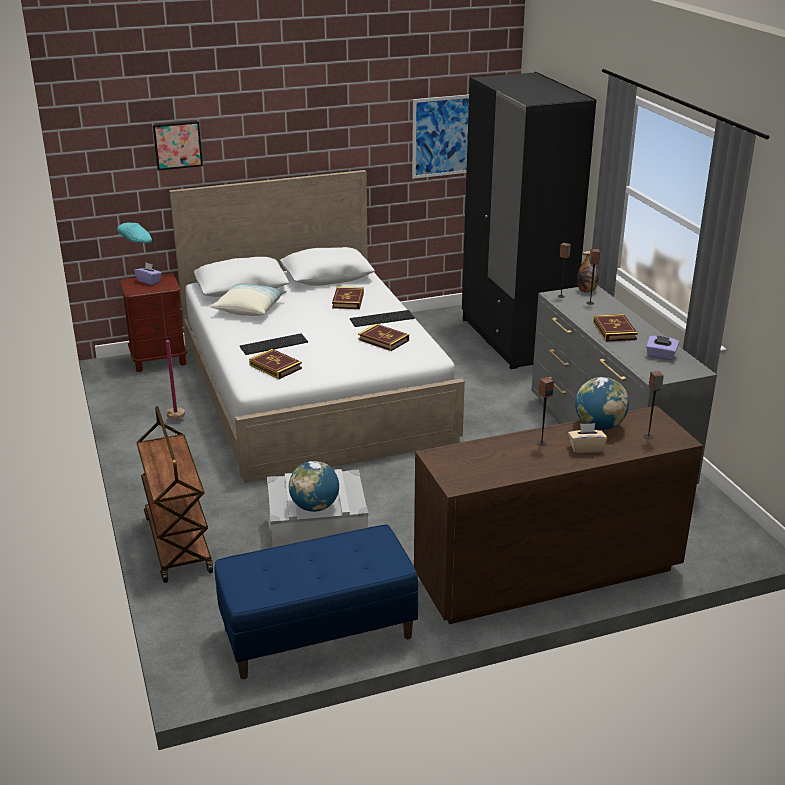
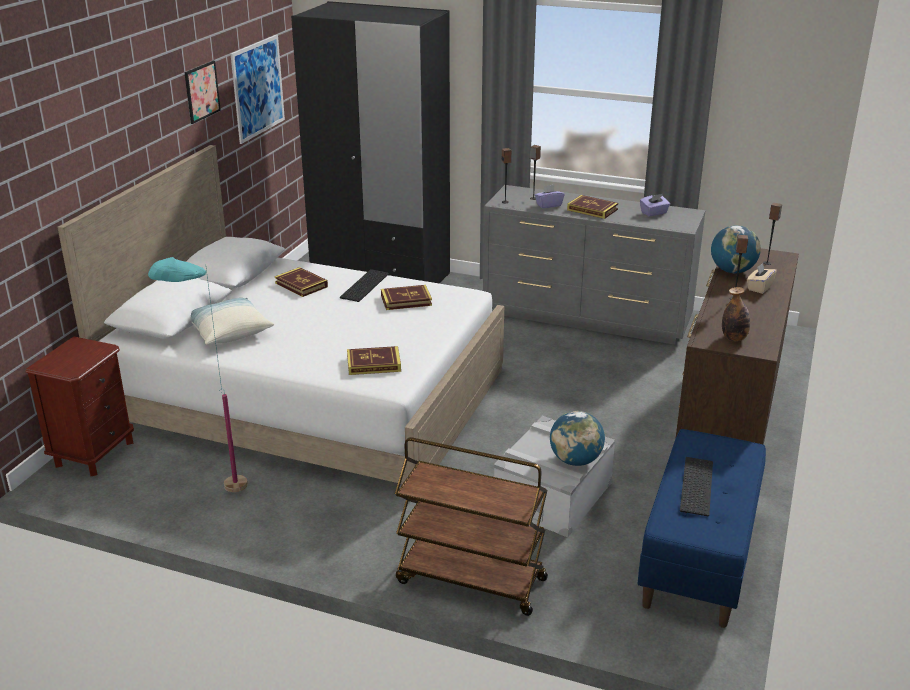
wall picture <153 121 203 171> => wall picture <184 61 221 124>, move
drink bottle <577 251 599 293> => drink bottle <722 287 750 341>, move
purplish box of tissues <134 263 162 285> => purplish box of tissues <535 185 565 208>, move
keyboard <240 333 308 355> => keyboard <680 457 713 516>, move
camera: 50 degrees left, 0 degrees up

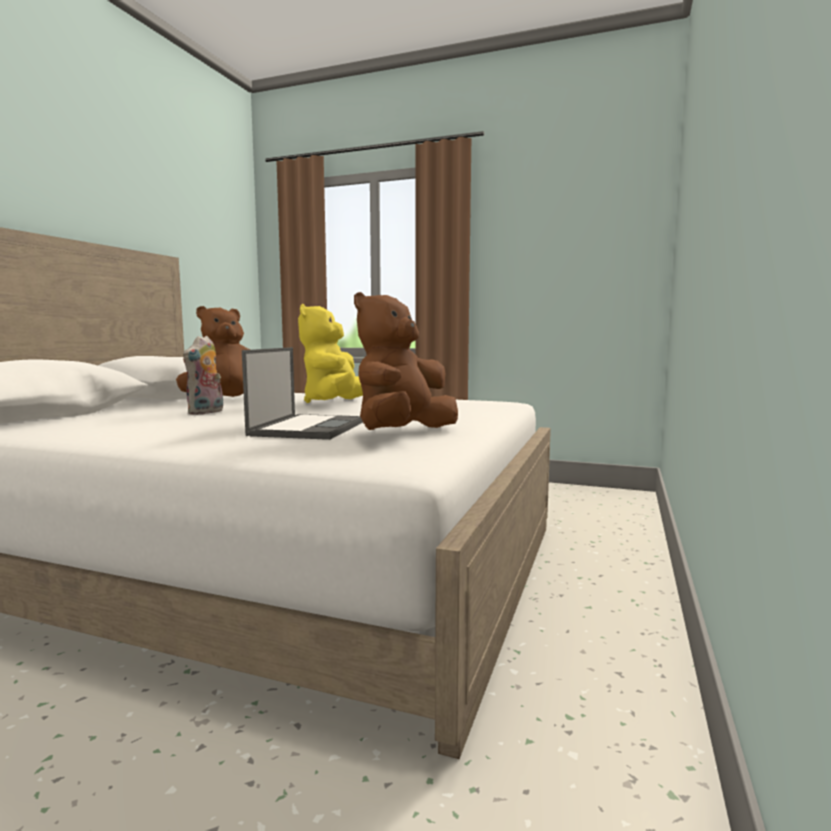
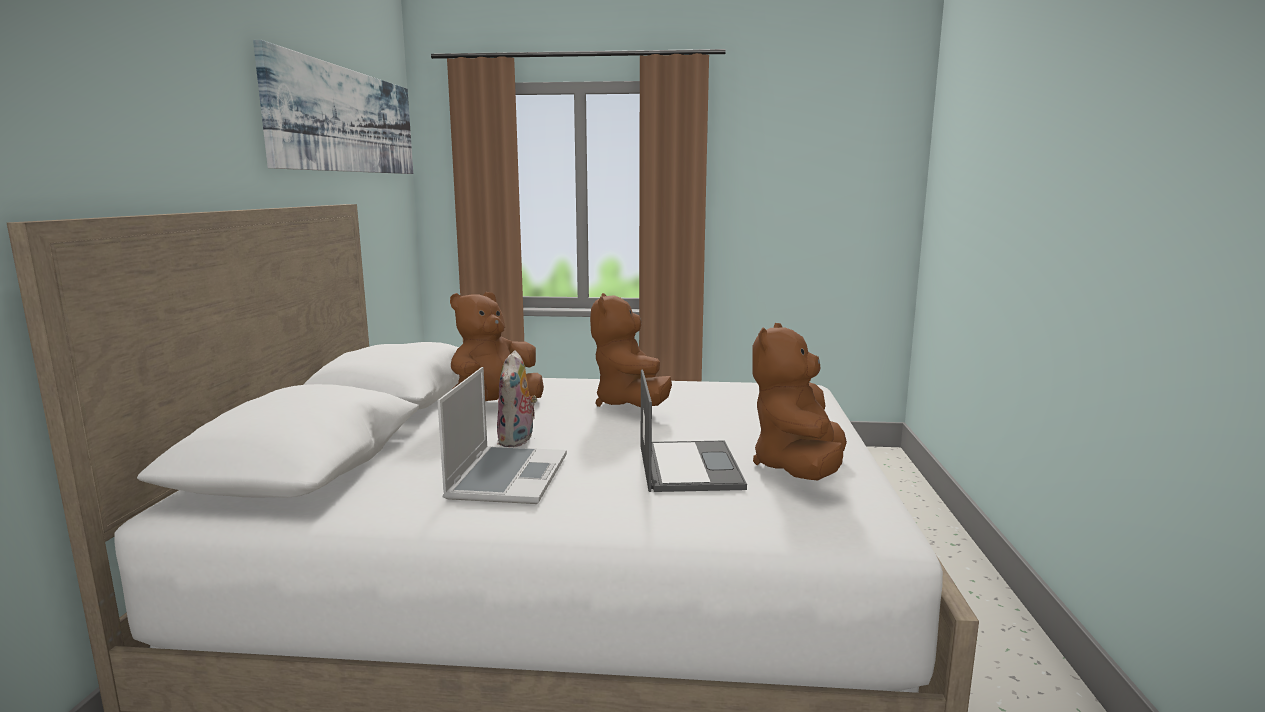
yellow plush toy <298 304 363 403> => brown plush toy <590 293 672 407>
nothing => wall picture <253 40 413 174>
nothing => notebook computer <437 367 567 504>
camera: 15 degrees left, 5 degrees up

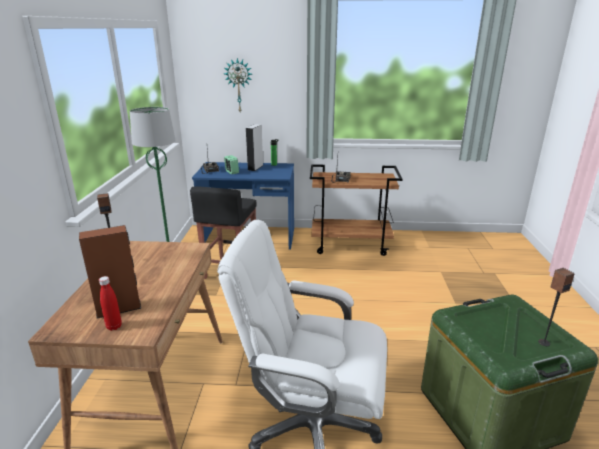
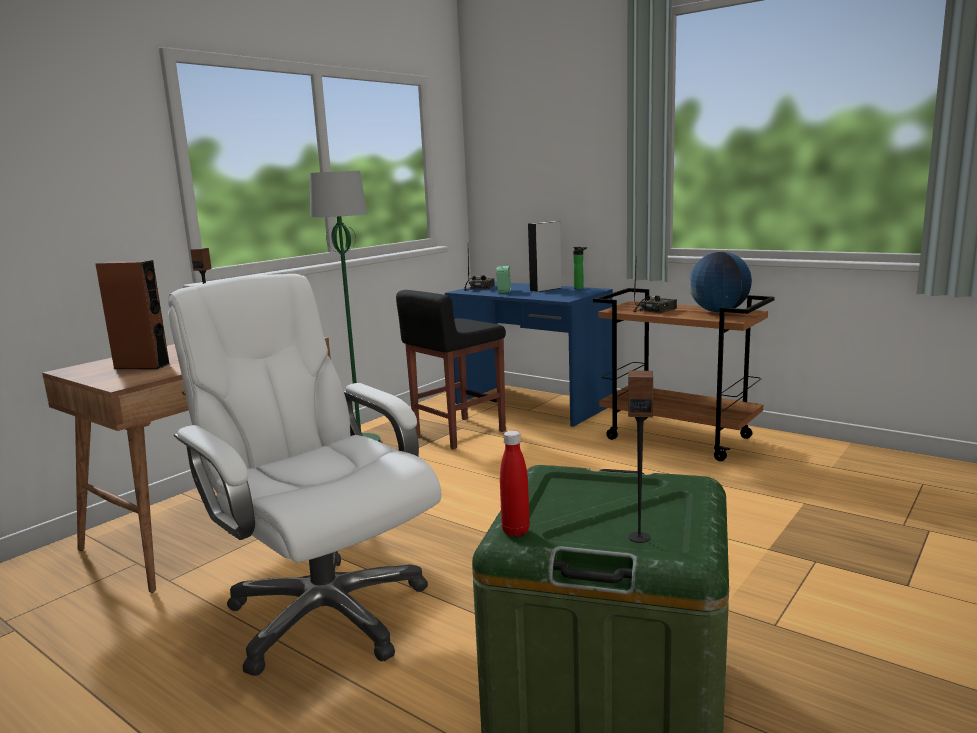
clock on the wall <224 58 252 112> => nothing
red drink bottle <99 276 122 331> => red drink bottle <500 431 530 537>, move
nothing => world globe <689 252 752 312>
camera: 35 degrees right, 10 degrees down

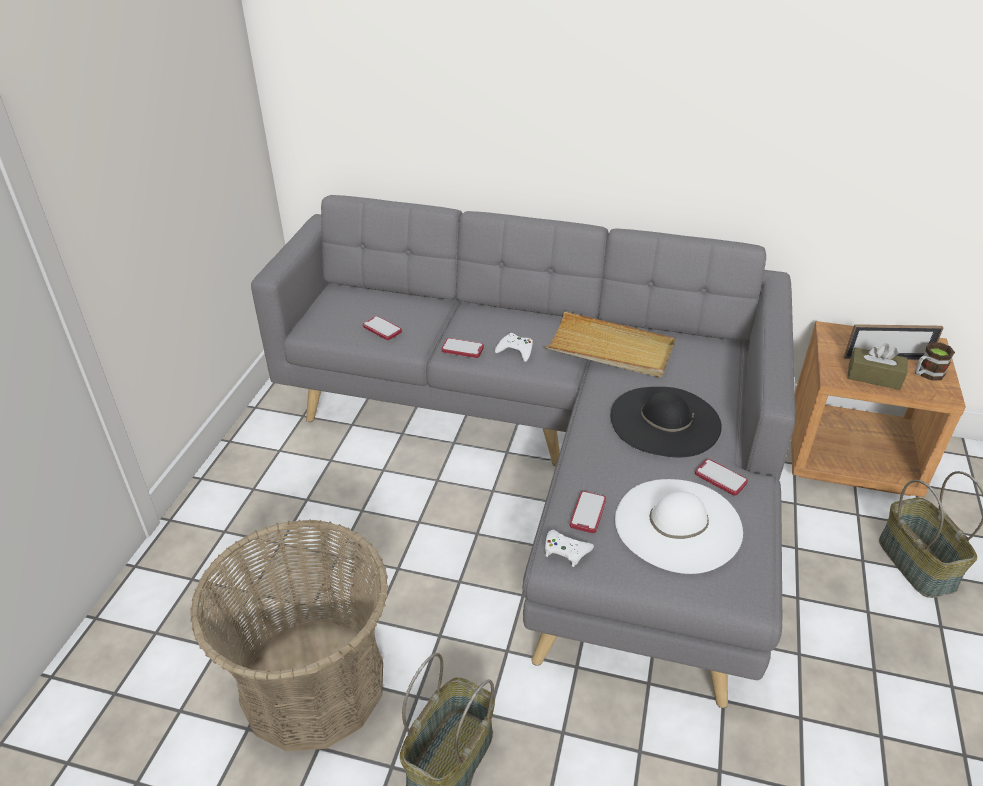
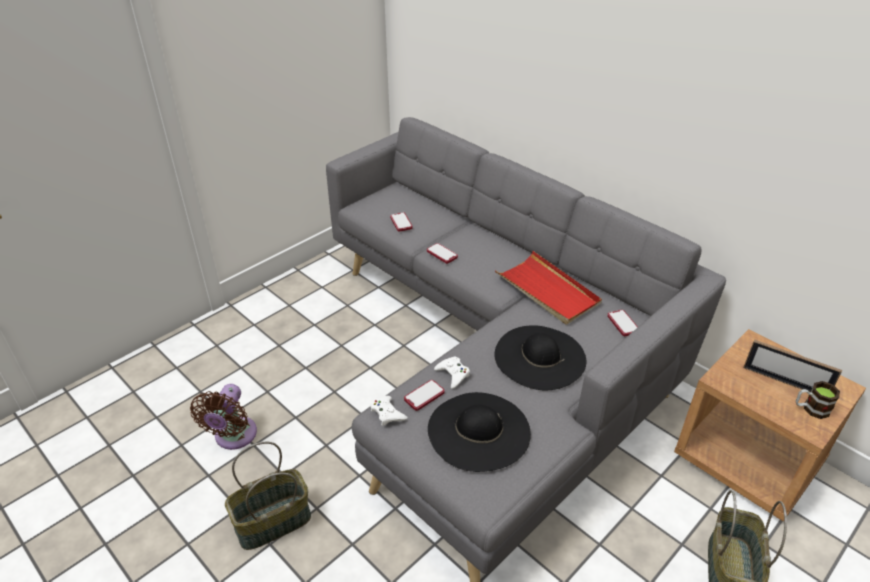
sand-coloured serving tray <545 311 675 378> => red serving tray <495 251 602 325>
white gamepad <495 333 533 362> => white gamepad <434 357 470 389>, move
brown box of tissues <847 343 908 390> => nothing
phone <695 459 748 495> => phone <607 310 638 336>, move
white hat <615 479 743 574> => black-coloured hat <428 392 531 472>
household basket <190 520 389 751> => brown fan <190 384 257 450>
camera: 30 degrees right, 0 degrees up

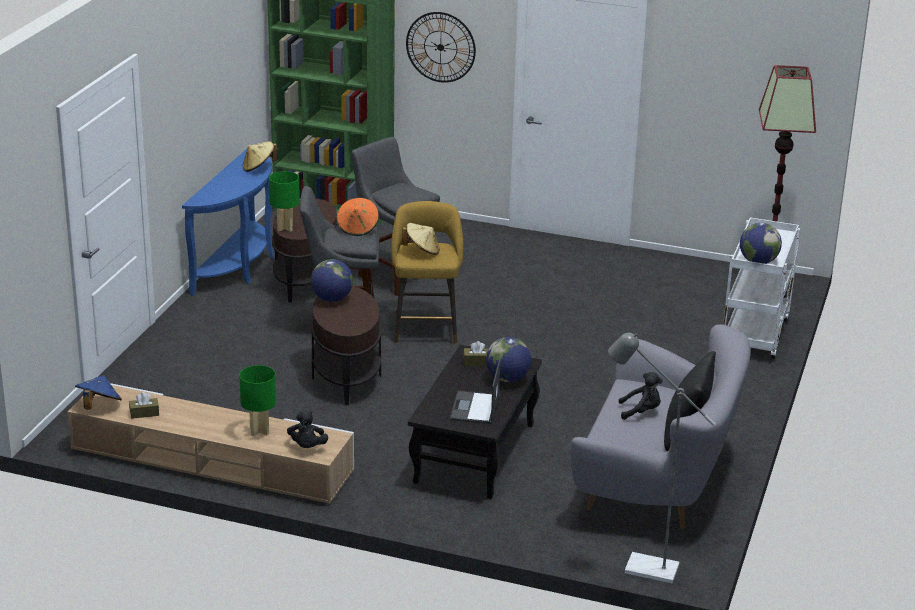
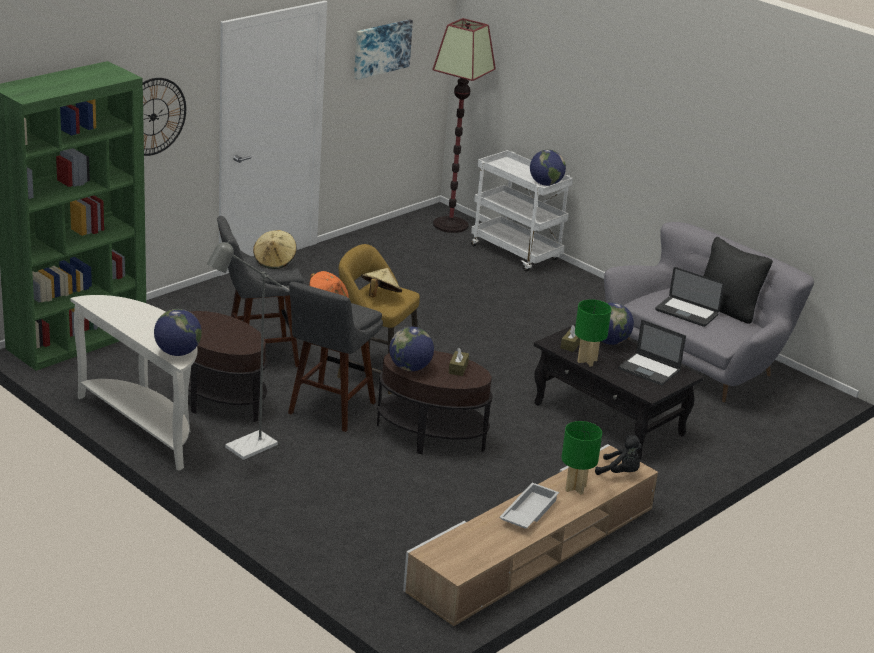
sand-coloured hat <243 141 278 172> => sand-coloured hat <253 230 296 269>, move
blue-coloured console table <182 149 274 296> => white console table <71 295 197 471>
green lamp for a table <269 171 300 232> => green lamp for a table <575 299 611 366>, move
grey standing lamp <608 333 715 583> => grey standing lamp <207 240 290 460>, move
black-coloured plush toy <619 372 663 420> => notebook computer <655 267 724 327>
blue-coloured hat <75 375 122 410> => nothing
brown box of tissues <129 392 159 419> => brown box of tissues <449 348 469 376>, move
nothing => wall picture <354 19 413 80>
nothing => world globe <154 309 202 356>
nothing => white serving tray <499 483 559 529>
camera: 65 degrees left, 0 degrees up

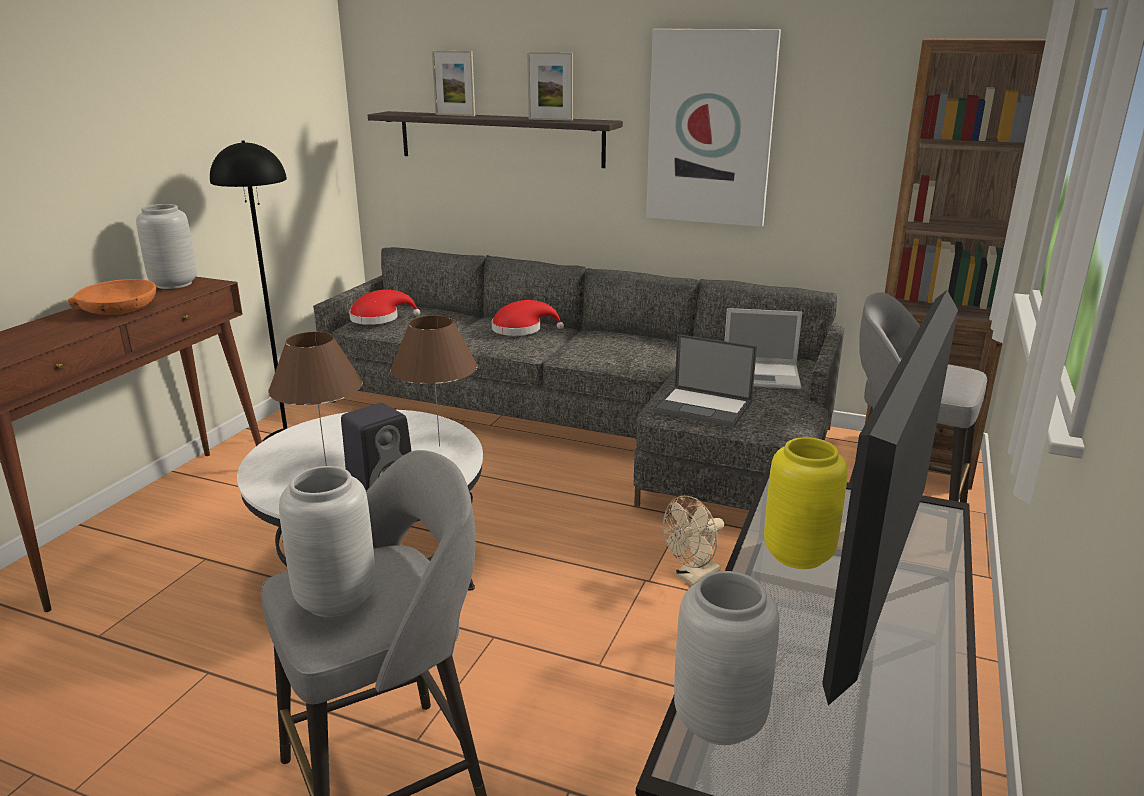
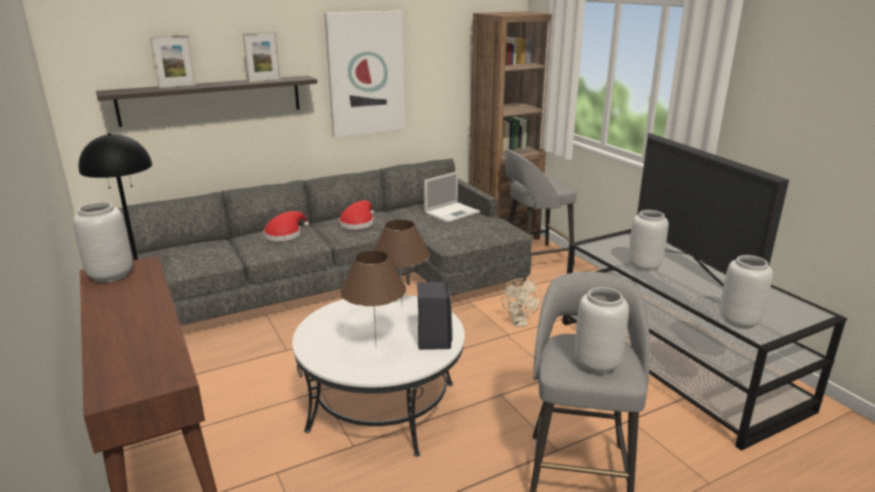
orange-coloured deep dish <68 279 156 315> => nothing
red hat <349 290 420 325> => red hat <339 200 374 230>, move
notebook computer <653 334 757 427> => nothing
yellow vase <764 437 848 569> => grey vase <628 210 669 272>
camera: 50 degrees left, 0 degrees up

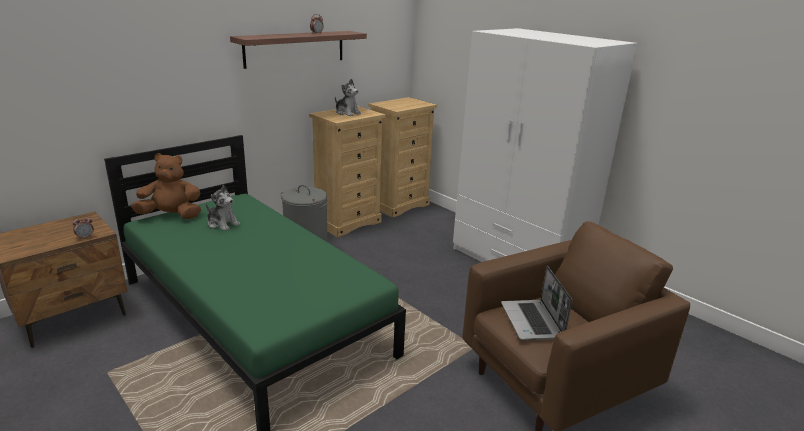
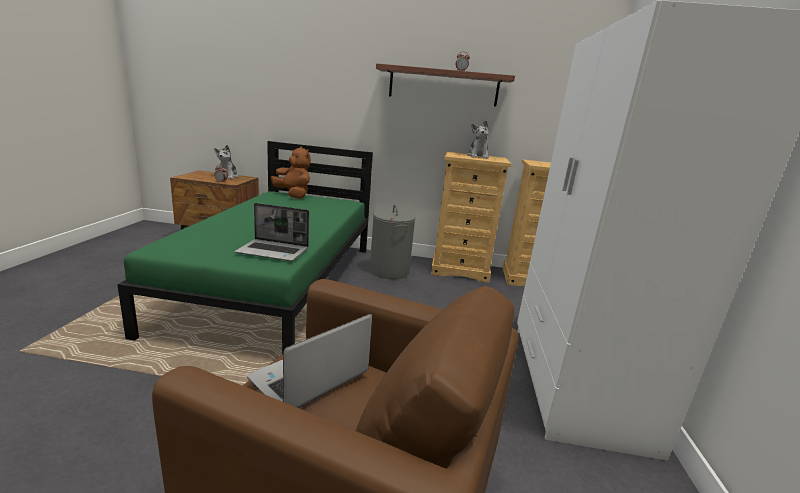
plush toy <206 184 240 231> => plush toy <214 145 238 179>, move
nothing => notebook computer <235 203 309 261>
camera: 50 degrees right, 5 degrees down

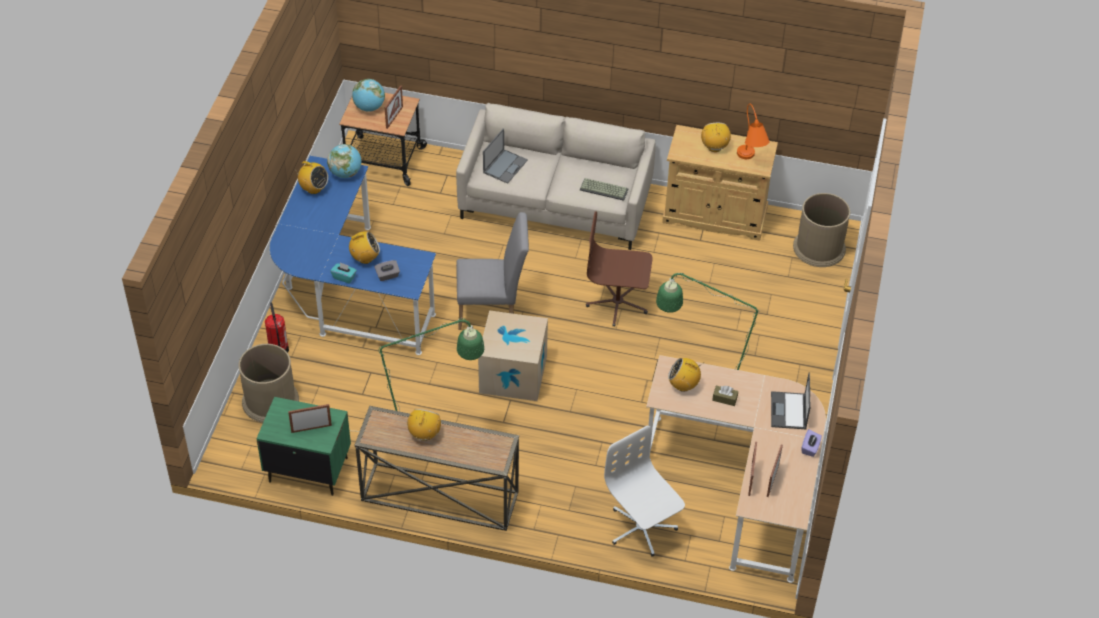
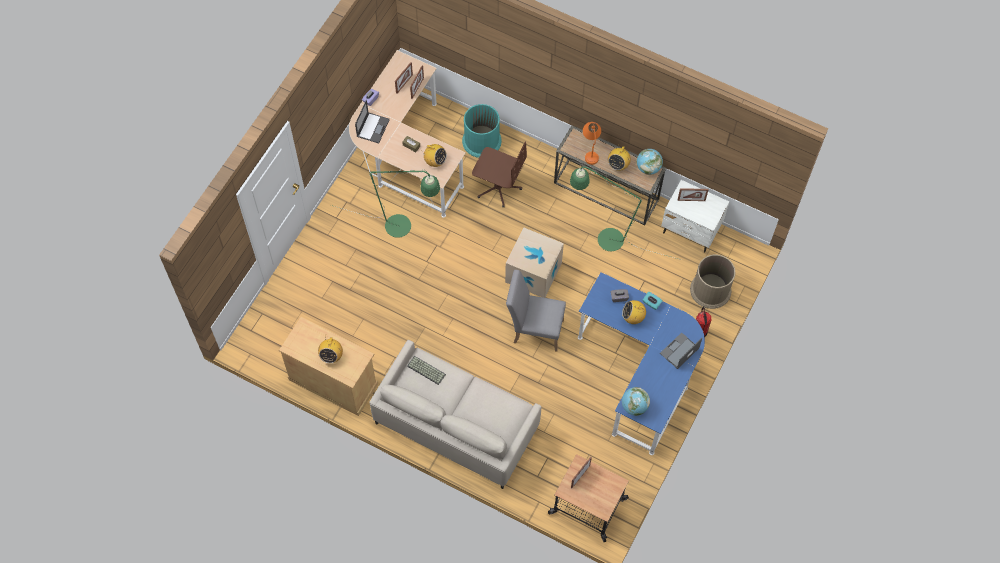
world globe <352 79 385 112> => world globe <637 149 663 175>, move
orange-coloured lamp for a table <737 104 769 159> => orange-coloured lamp for a table <583 122 601 165>, move
notebook computer <483 128 528 184> => notebook computer <660 332 702 369>, move
radio <296 161 328 194> => nothing
brown rubbish bin <793 193 850 267> => nothing
brown office chair <586 211 653 327> => brown office chair <472 142 527 207>, move
green bedside table <256 397 351 496> => white bedside table <661 180 729 252>
white office chair <604 426 685 557> => turquoise-coloured rubbish bin <462 104 502 158>
camera: 165 degrees left, 15 degrees up

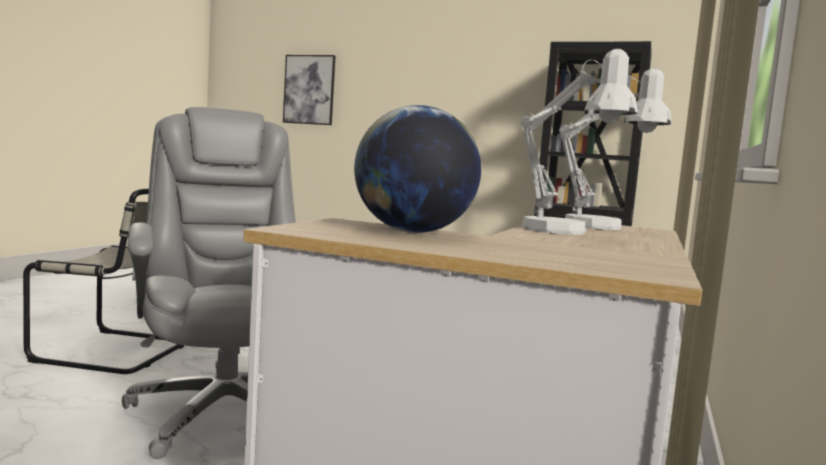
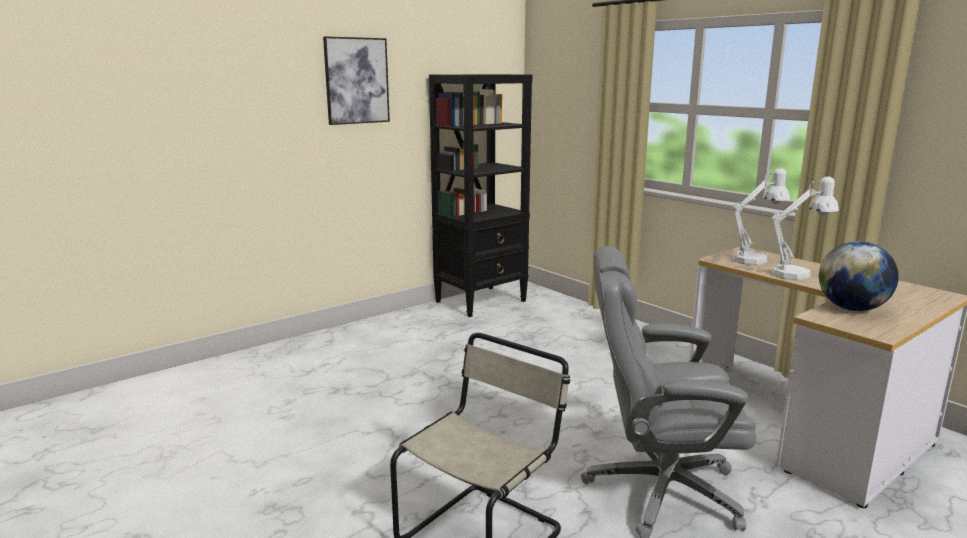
wall picture <283 55 336 125> => wall picture <323 36 390 125>, move
camera: 60 degrees left, 10 degrees up

